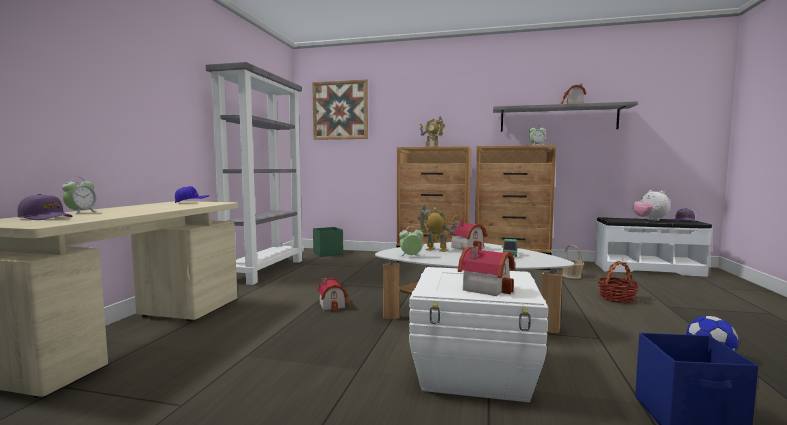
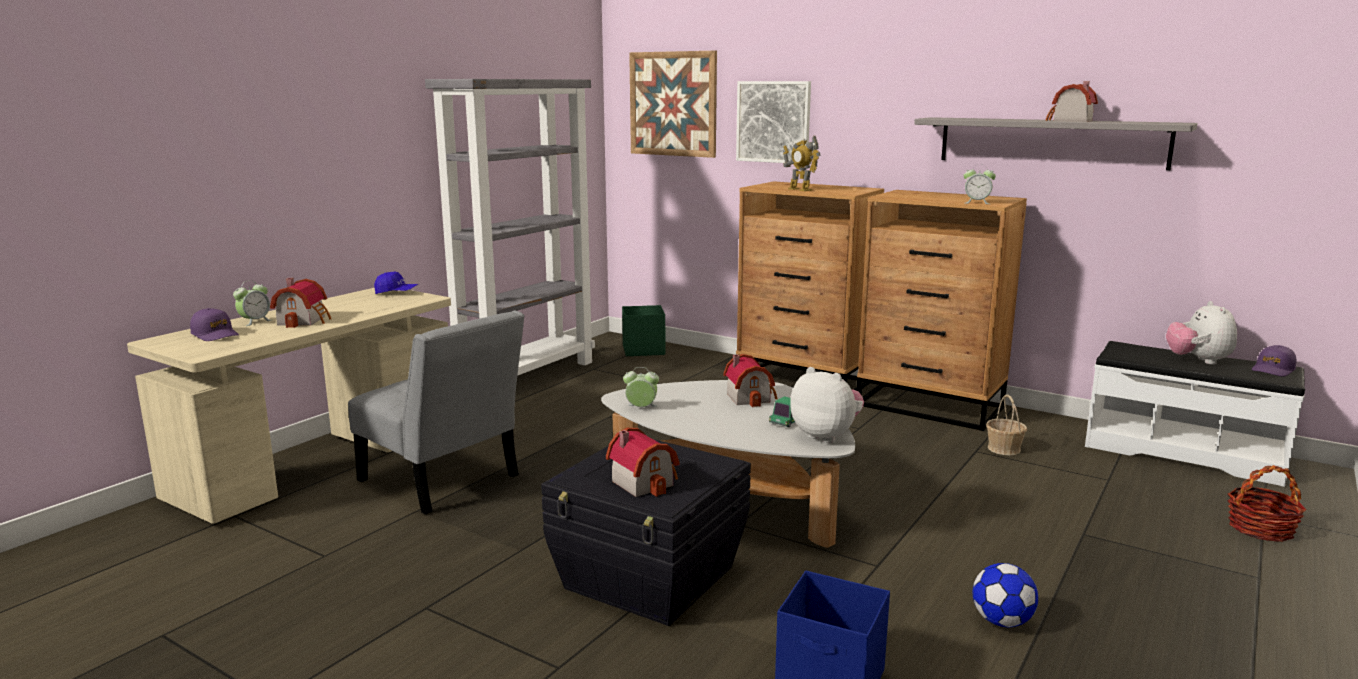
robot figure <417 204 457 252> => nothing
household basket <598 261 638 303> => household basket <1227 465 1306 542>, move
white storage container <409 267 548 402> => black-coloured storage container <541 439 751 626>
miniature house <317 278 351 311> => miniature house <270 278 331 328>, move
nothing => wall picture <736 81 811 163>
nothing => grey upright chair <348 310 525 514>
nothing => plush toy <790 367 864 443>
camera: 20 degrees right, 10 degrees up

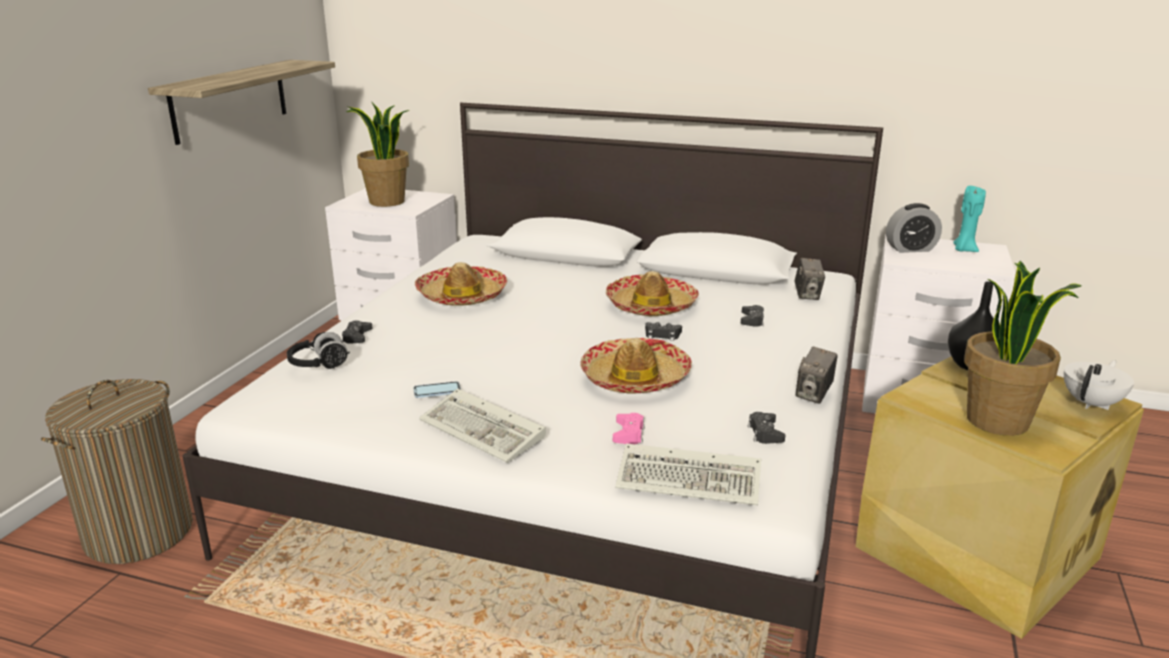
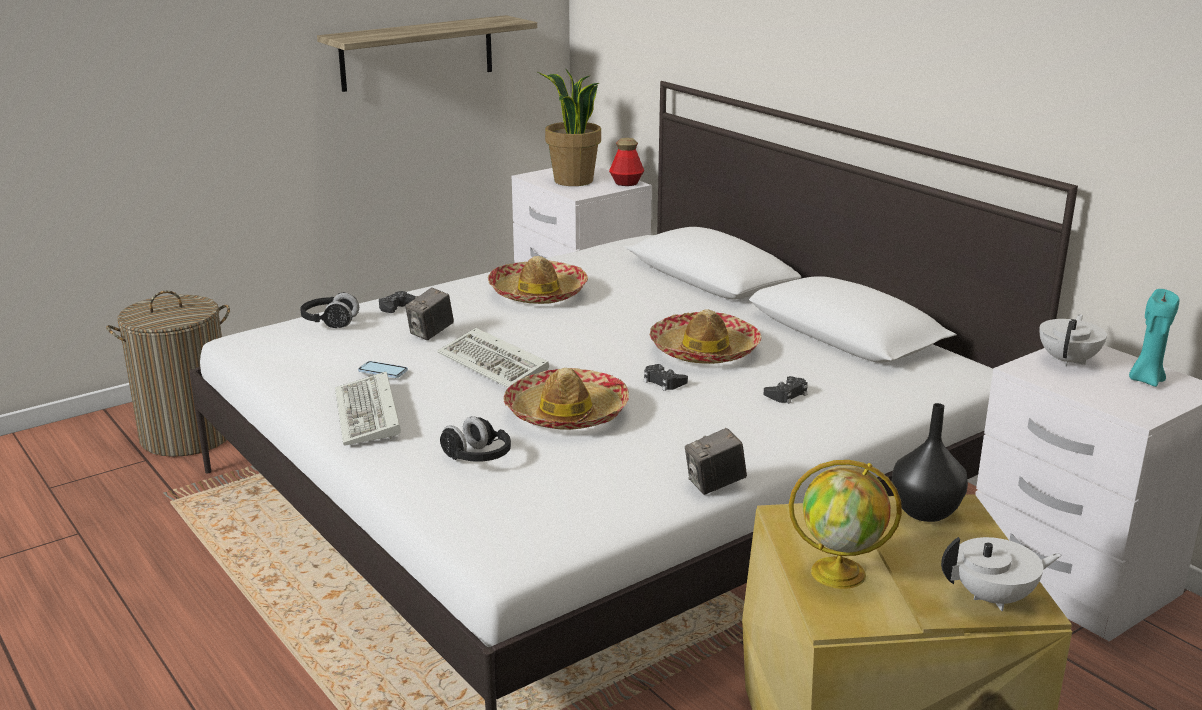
bedside clock <886 203 942 253> => white tea pot <1039 314 1107 367>
still camera <794 258 825 300> => still camera <405 287 454 340>, move
houseplant <964 261 1081 436> => world globe <789 460 902 589>
black-coloured gamepad <748 412 785 444> => nothing
pink-coloured gamepad <613 413 645 444> => black-coloured headphones <440 416 511 462>
keyboard <615 443 761 505> => keyboard <438 328 549 388>, move
nothing => drink bottle <609 138 644 186>
camera: 35 degrees right, 0 degrees up

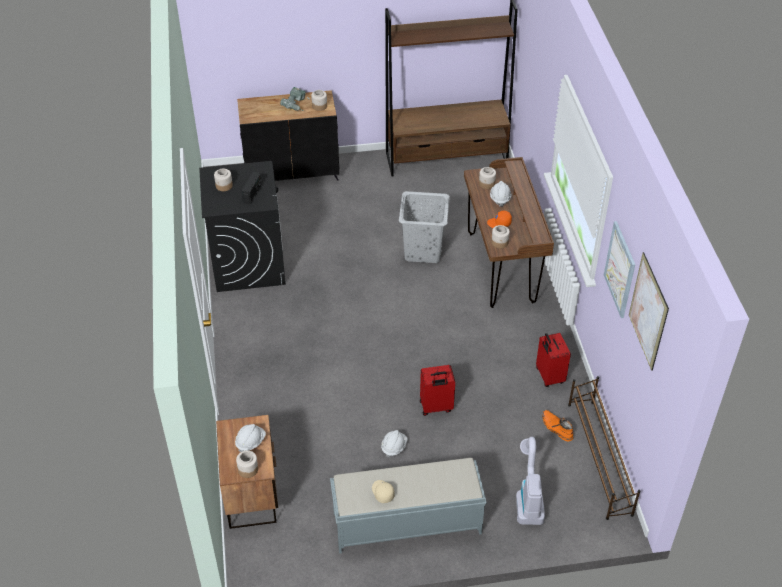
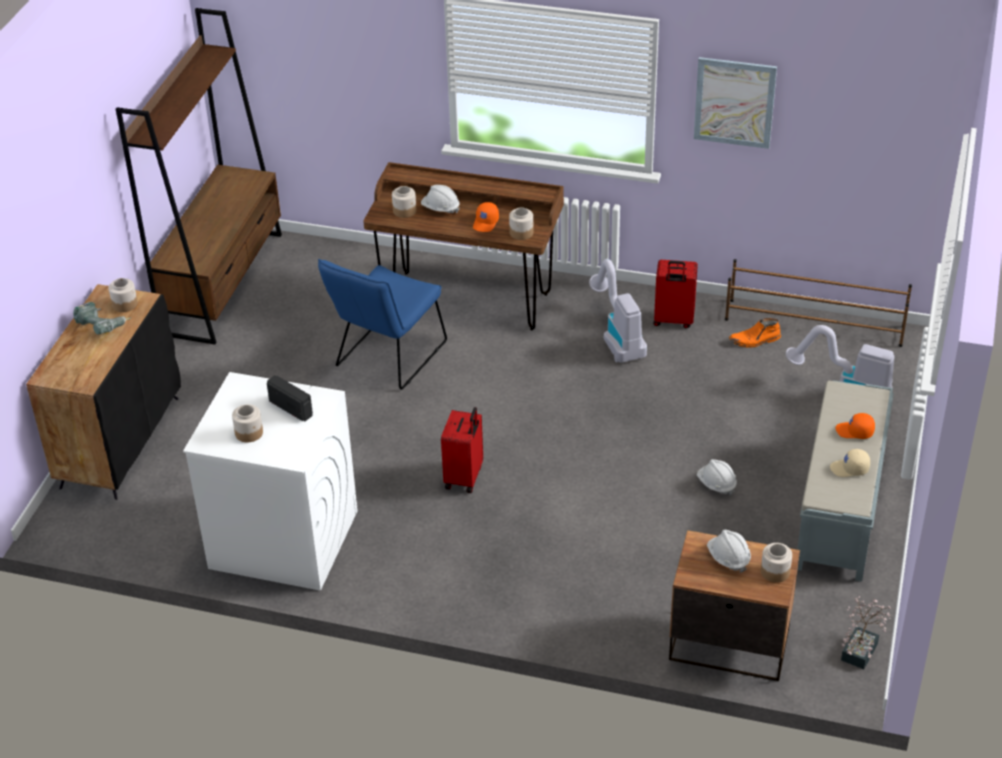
black-coloured laundry machine <199 161 286 292> => white laundry machine <183 372 358 591>
grey laundry basket <399 191 450 263> => blue-coloured upright chair <318 259 447 390>
wall picture <629 252 669 371> => nothing
red travel case <420 365 455 416> => red travel case <441 407 483 493>, move
nothing => vacuum cleaner <589 259 647 362>
nothing => orange-coloured peaked cap <836 413 875 439>
nothing => houseplant <841 596 891 669>
camera: 65 degrees left, 5 degrees down

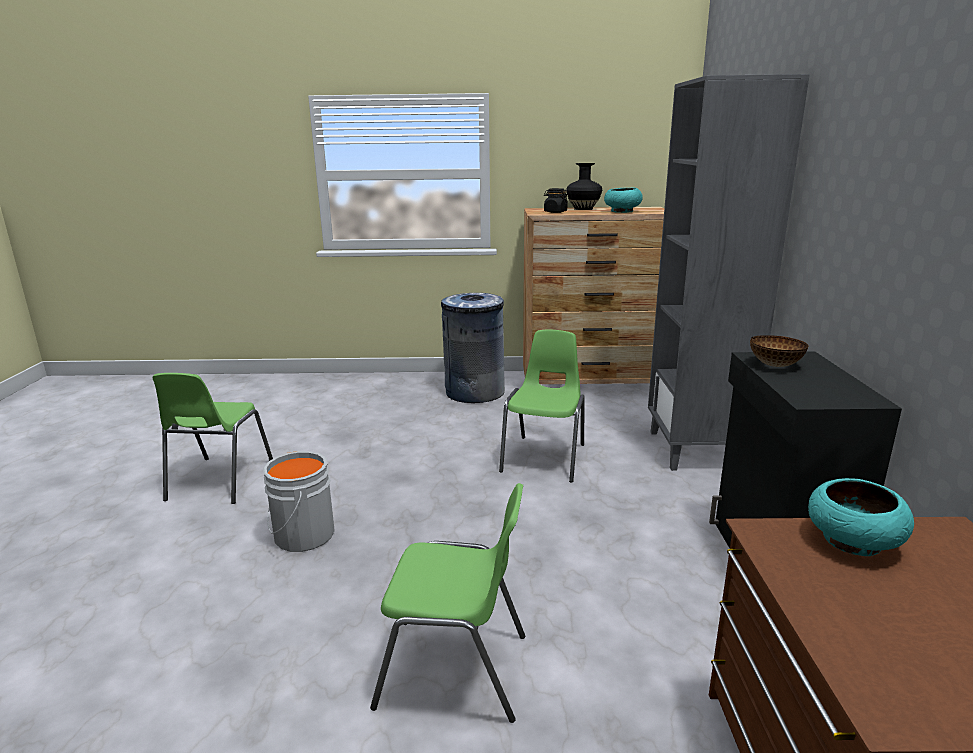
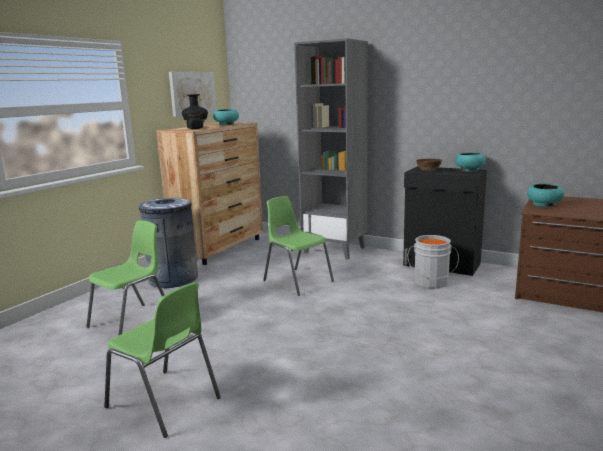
grey bucket <263 451 335 552> => grey bucket <408 235 459 288>, move
green upright chair <370 483 525 723> => green upright chair <86 220 165 336>, move
nothing => wall picture <169 72 217 116>
nothing => turquoise-coloured deep dish <455 152 486 172>
camera: 60 degrees left, 5 degrees down

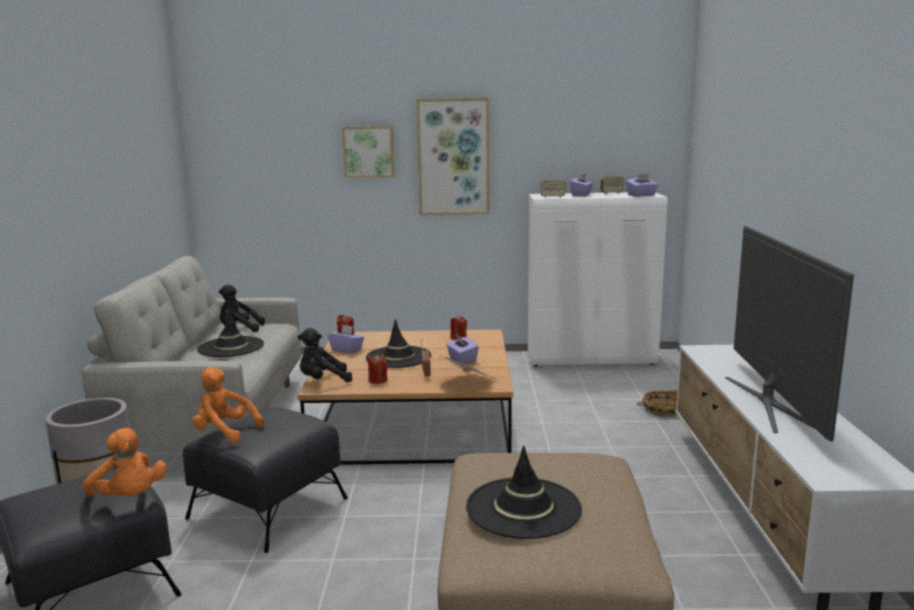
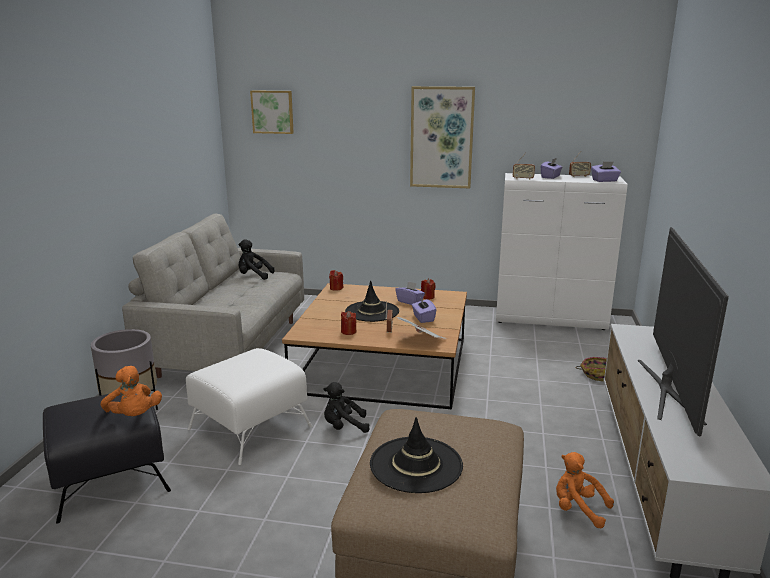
wall picture <342 126 395 178> => wall picture <250 91 294 134>, move
black-coloured hat <197 310 264 357> => nothing
purplish box of tissues <328 325 364 353> => purplish box of tissues <395 281 425 305>, move
black-coloured plush toy <298 328 352 382> => black-coloured plush toy <323 382 370 433>, move
orange-coloured plush toy <193 367 264 443> => orange-coloured plush toy <556 452 614 528>, move
black-coloured pouffe <183 408 348 553> => white pouffe <186 348 312 465>
camera: 10 degrees right, 5 degrees up

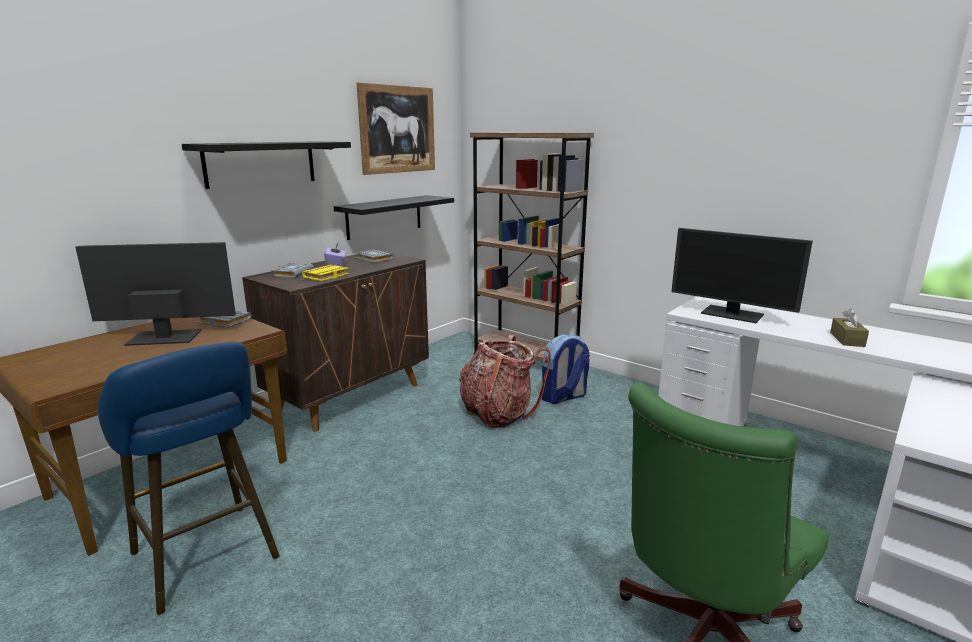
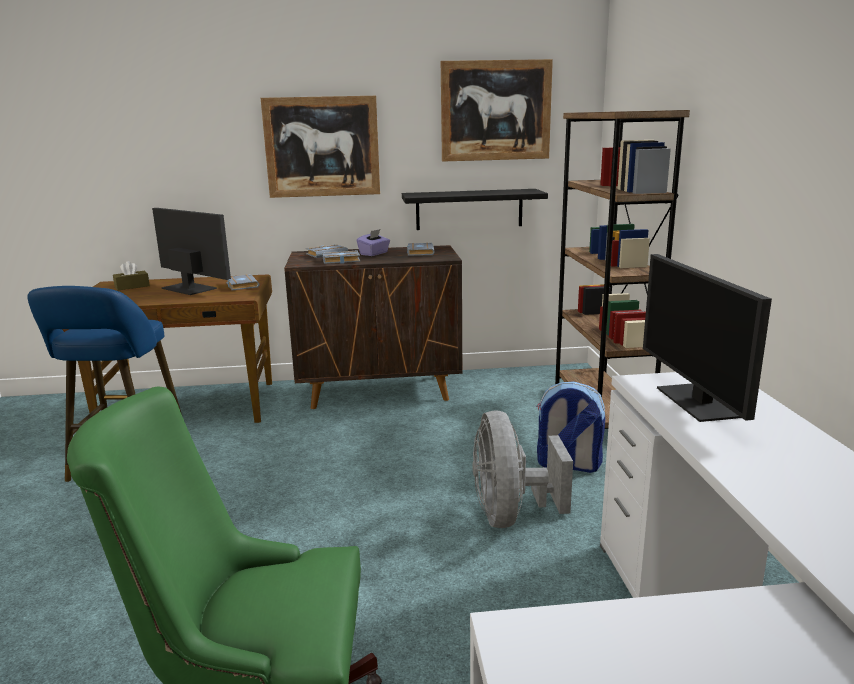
black-coloured bracket shelf <182 141 351 189> => wall picture <261 96 380 198>
yellow volume <302 265 349 281> => grey volume <322 250 360 264>
brown box of tissues <830 308 869 347> => brown box of tissues <113 261 150 291>, move
knapsack <459 335 551 429> => nothing
nothing => grey fan <472 410 573 528>
camera: 45 degrees right, 0 degrees up

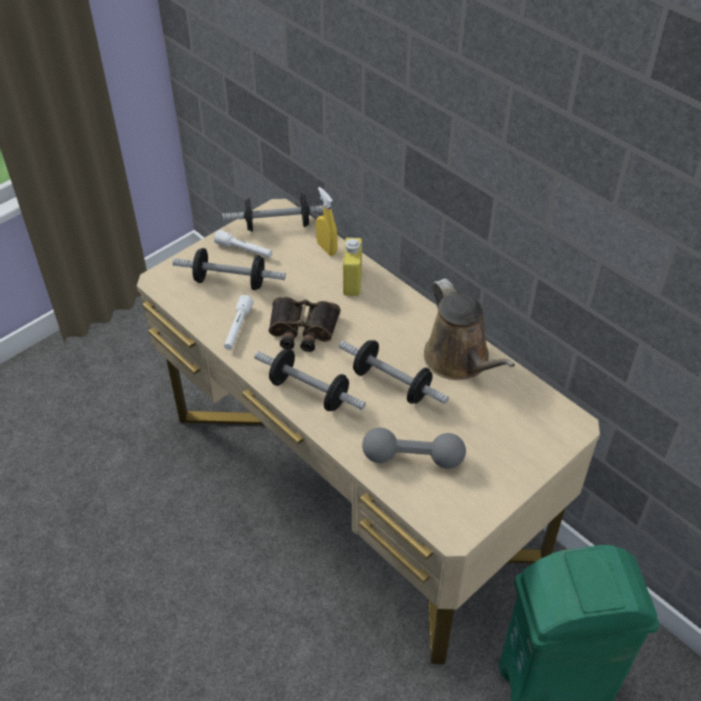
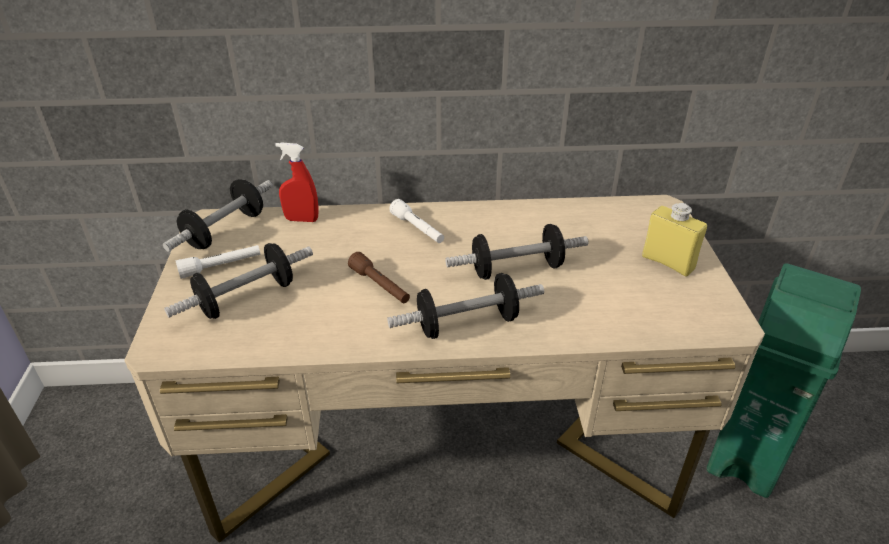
yellow hand sprayer <316 187 338 256> => red hand sprayer <275 143 319 222>
yellow drink bottle <343 238 362 296> => yellow drink bottle <642 203 707 277>, move
brown watering pot <424 278 515 380> => nothing
white hand torch <224 295 254 350> => white hand torch <389 199 444 243>, move
field glasses <269 297 340 352> => brown hand torch <348 252 410 303>
grey free weight <362 428 466 469> => nothing
camera: 50 degrees left, 10 degrees down

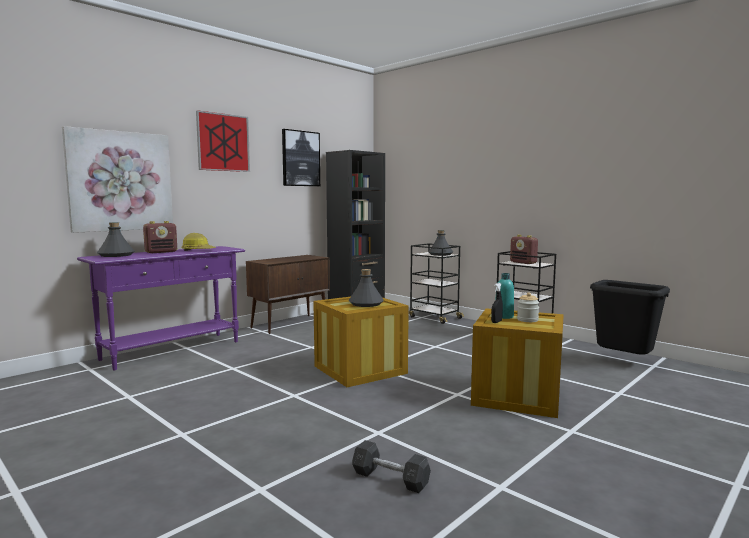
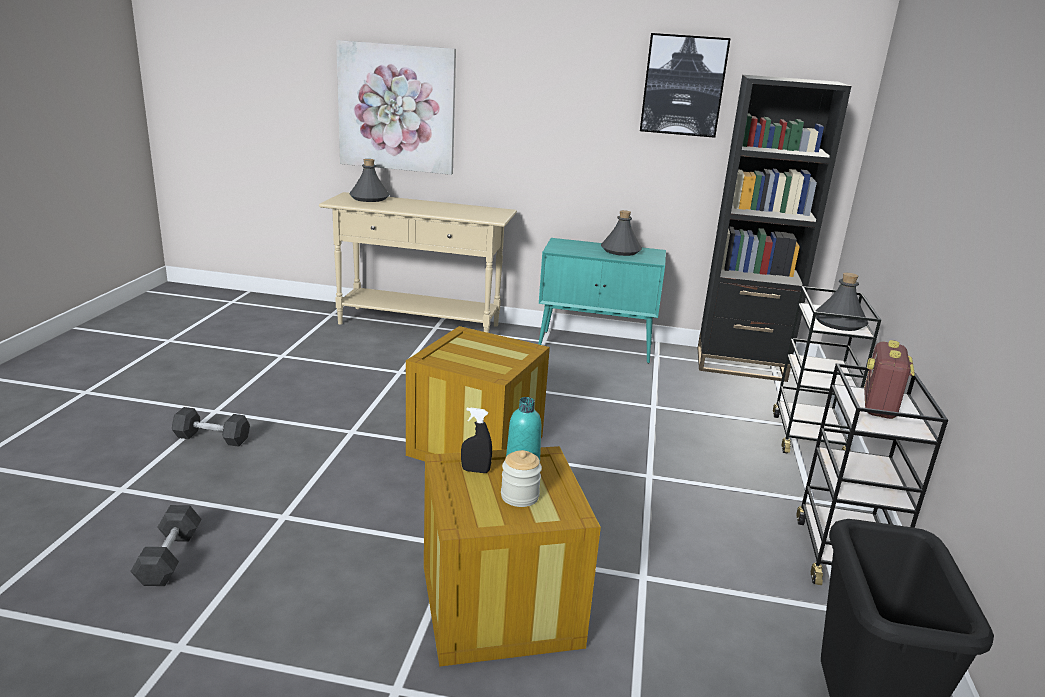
wall picture <196 110 250 172> => nothing
radio <143 221 177 253> => nothing
safety helmet <181 233 216 251> => nothing
purplish console table <77 246 245 370> => sand-coloured console table <319 192 517 333>
brown cabinet <246 255 330 334> => turquoise-coloured cabinet <538 238 666 363>
grey drink bottle <348 269 384 307> => grey drink bottle <601 210 642 256>, move
nothing => grey free weight <172 407 250 447>
camera: 55 degrees right, 15 degrees up

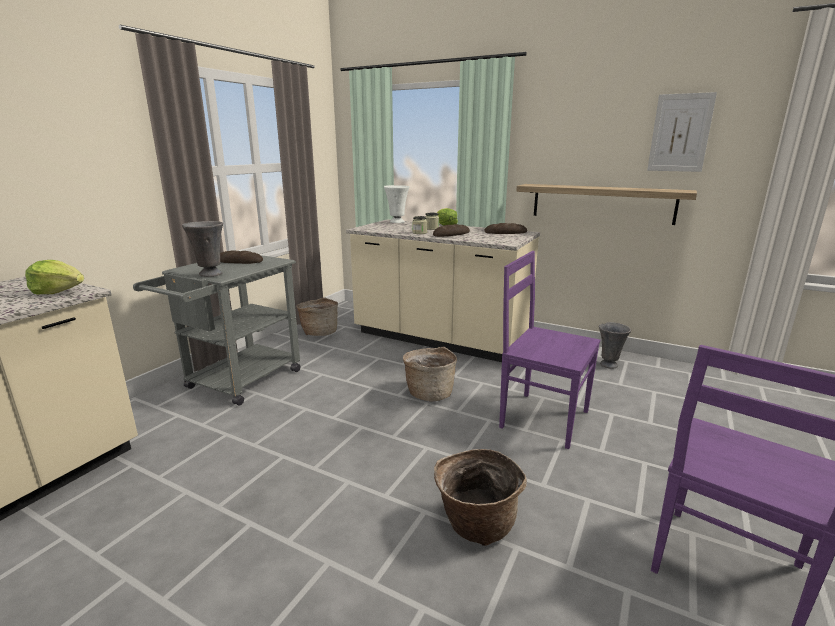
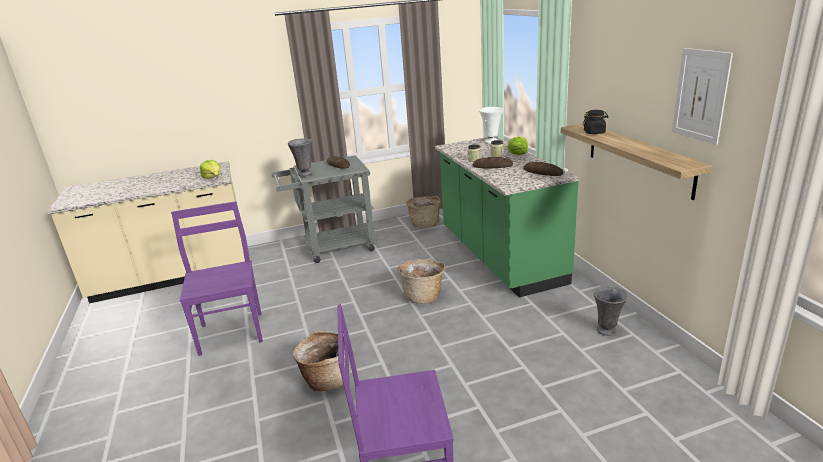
sand-coloured kitchen counter <346 219 540 362> => green kitchen counter <435 137 579 298>
purplish upright chair <499 251 600 449> => purplish upright chair <171 201 263 356>, move
nothing => black-coloured preserve jar <583 110 608 134>
camera: 45 degrees right, 5 degrees up

